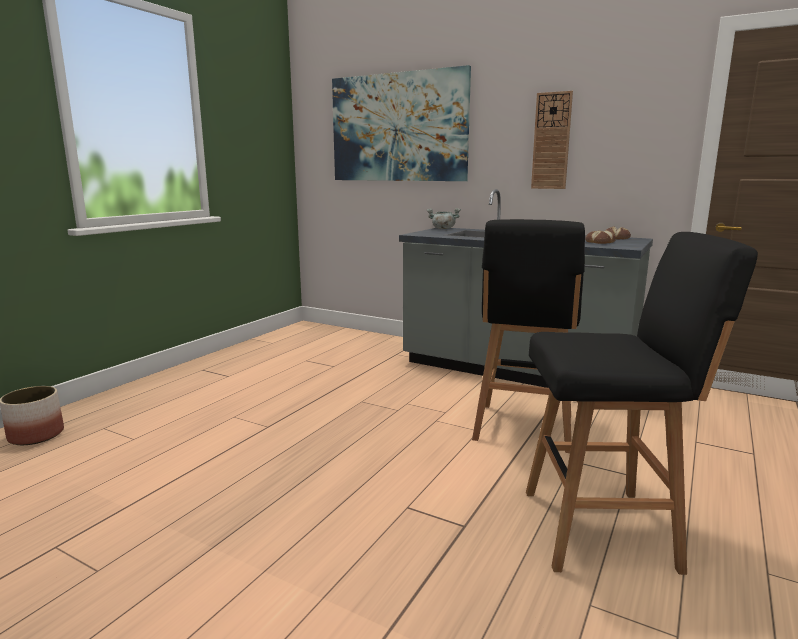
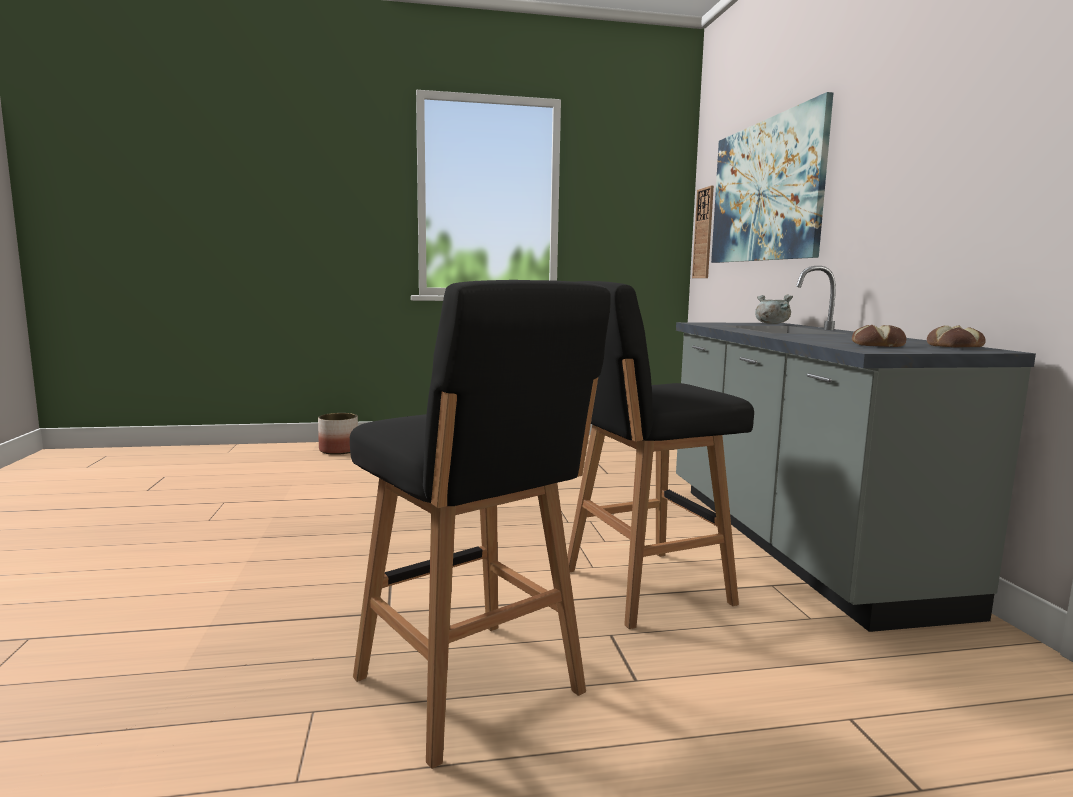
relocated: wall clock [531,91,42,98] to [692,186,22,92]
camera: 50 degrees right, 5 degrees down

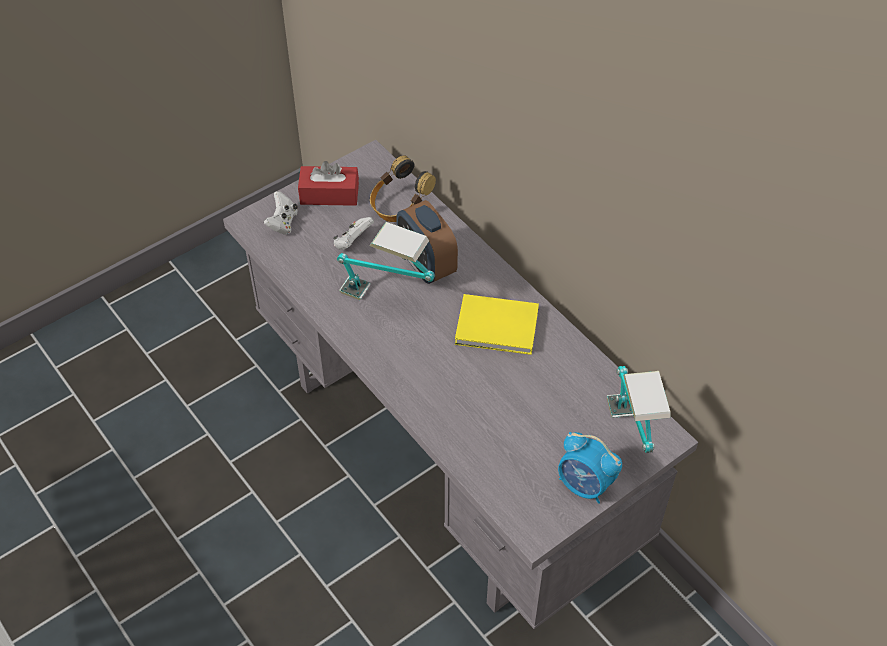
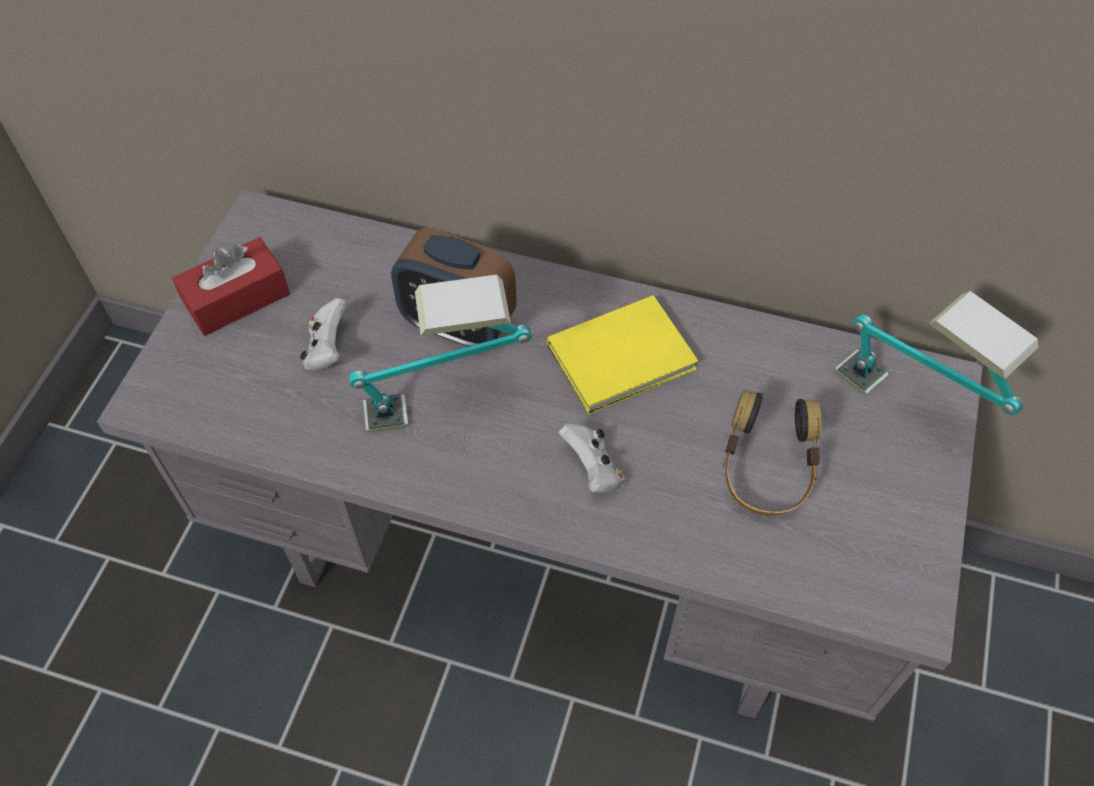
missing: alarm clock [558,432,64,72]
relocated: game controller (white) [264,191,34,44] to [559,423,66,70]; headphones [370,156,66,66] to [723,390,99,125]
camera: 35 degrees left, 5 degrees up

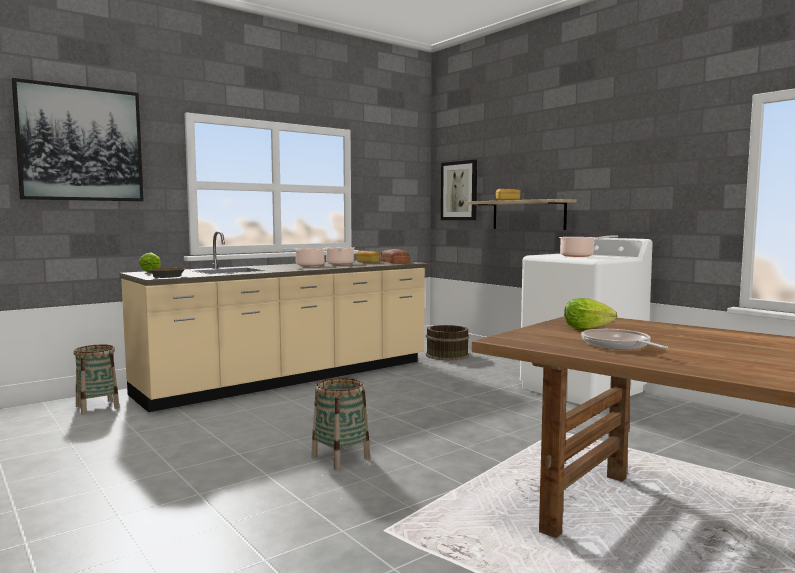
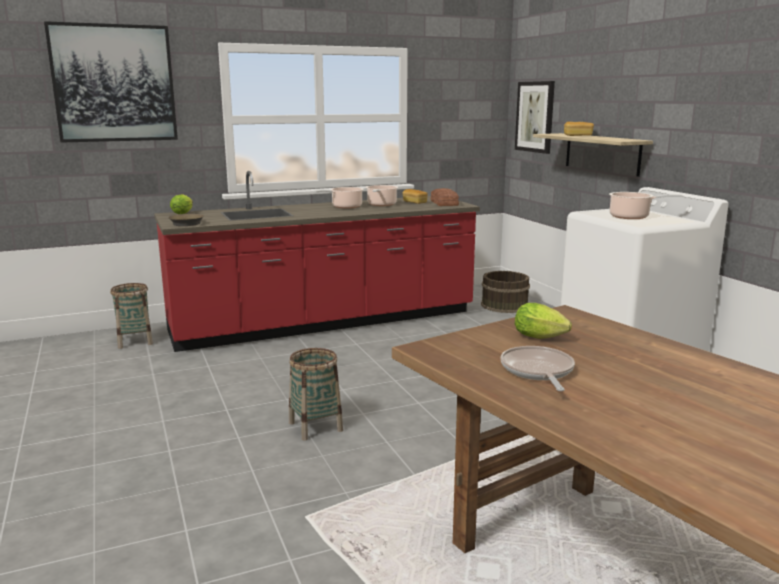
colour: counter (beige) [120,231,309,181] to counter (red) [154,171,326,181]
camera: 15 degrees right, 10 degrees up

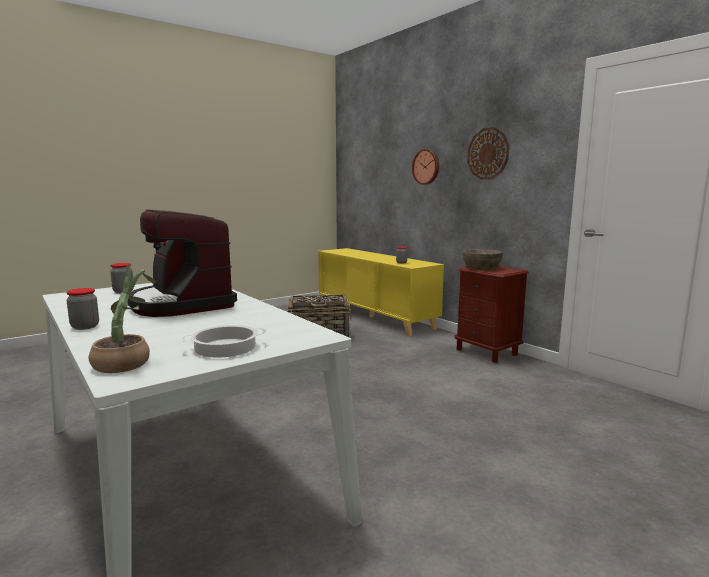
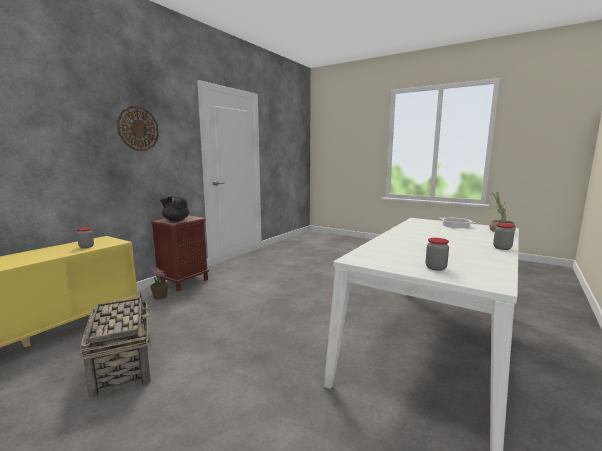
missing: coffee machine [128,209,109,108]; wall clock [412,149,27,36]
appeared: potted plant [150,266,19,33]
exchanged: bowl (brown) [463,249,39,21] to teapot (black) [160,196,29,26]
camera: 110 degrees left, 0 degrees up

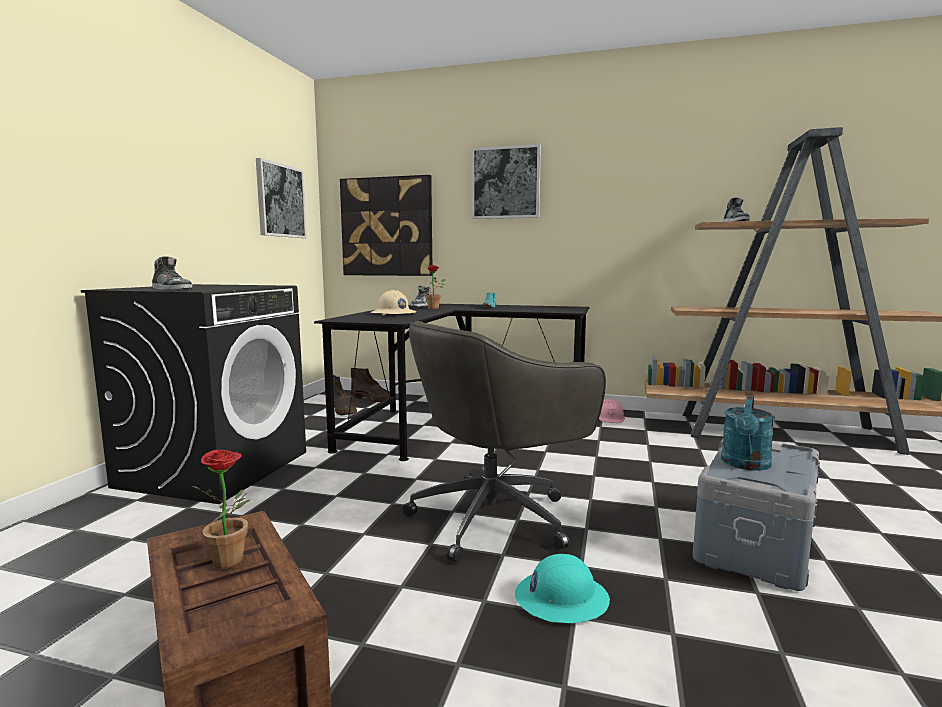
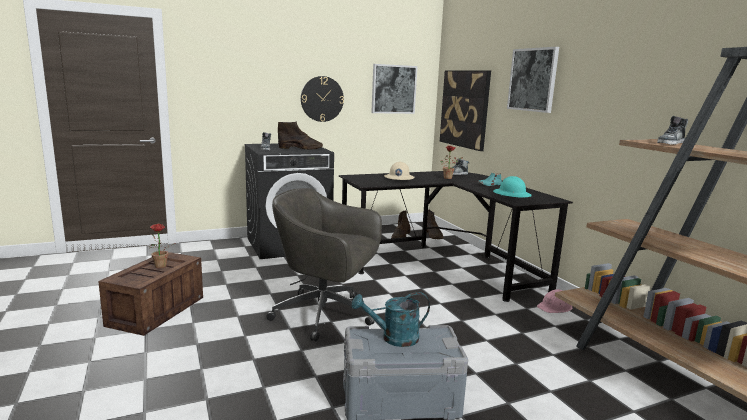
appeared: boot (brown) [278,122,45,28]; wall clock [301,76,43,46]
relocated: hard hat (turquoise) [515,554,95,69] to [493,176,39,22]
camera: 50 degrees right, 5 degrees up

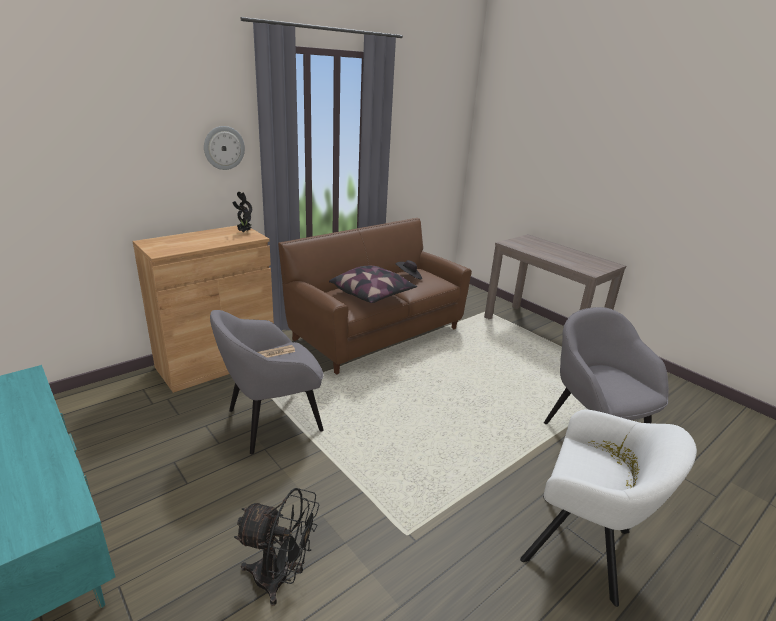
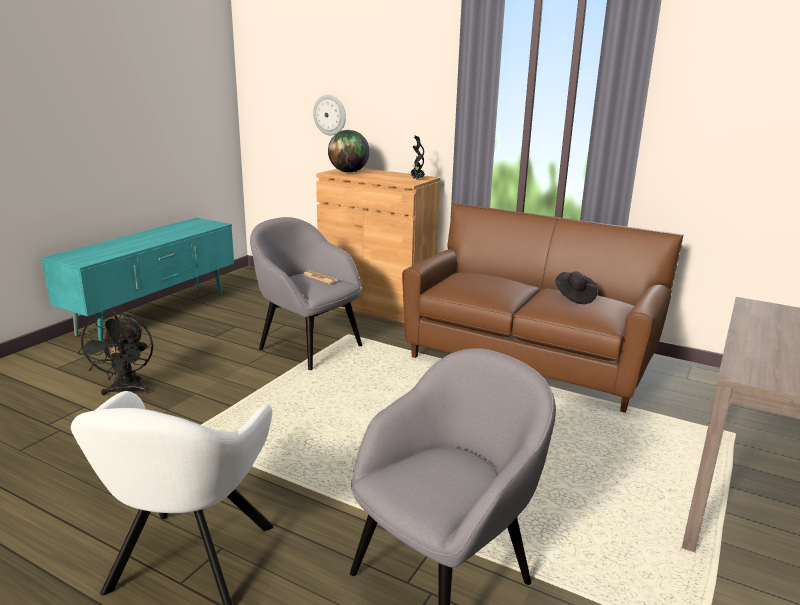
missing: pillow [329,266,88,37]
appeared: globe [328,130,42,43]
relocated: wall clock [204,126,41,44] to [313,95,33,40]
camera: 70 degrees right, 5 degrees down

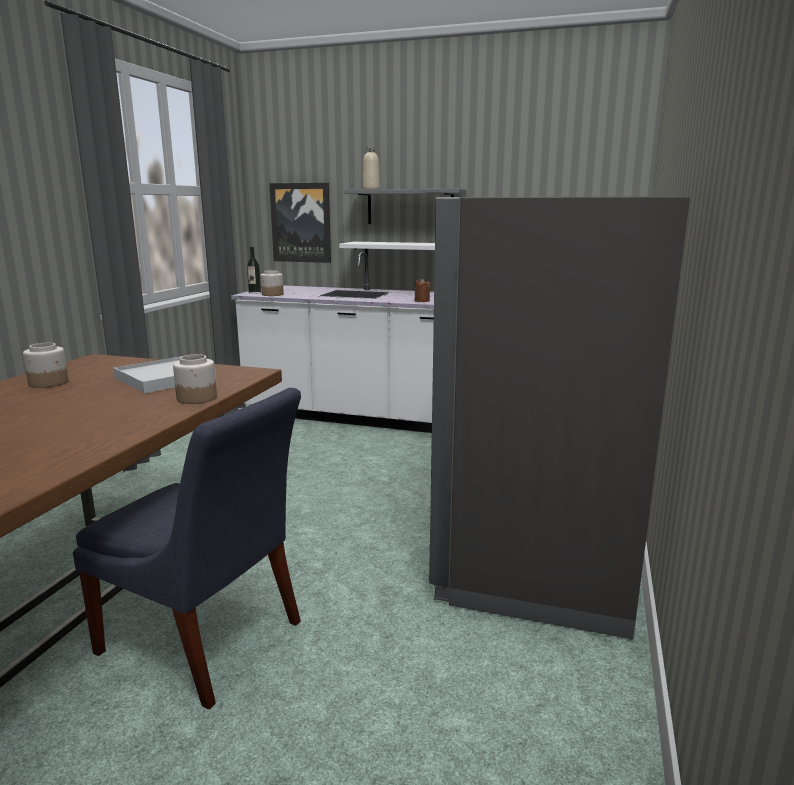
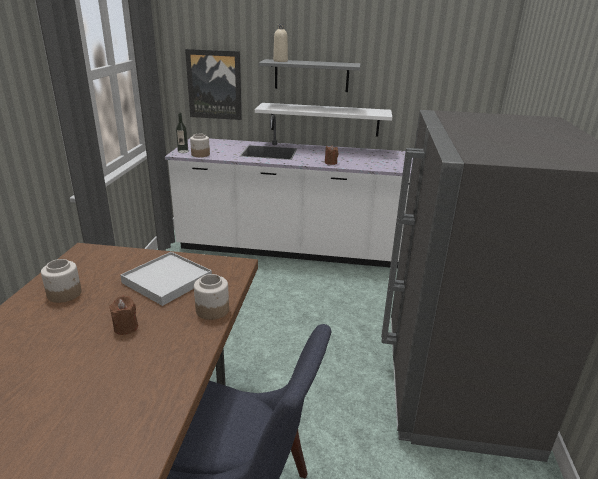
appeared: candle (brown) [109,296,29,39]
camera: 10 degrees left, 10 degrees up

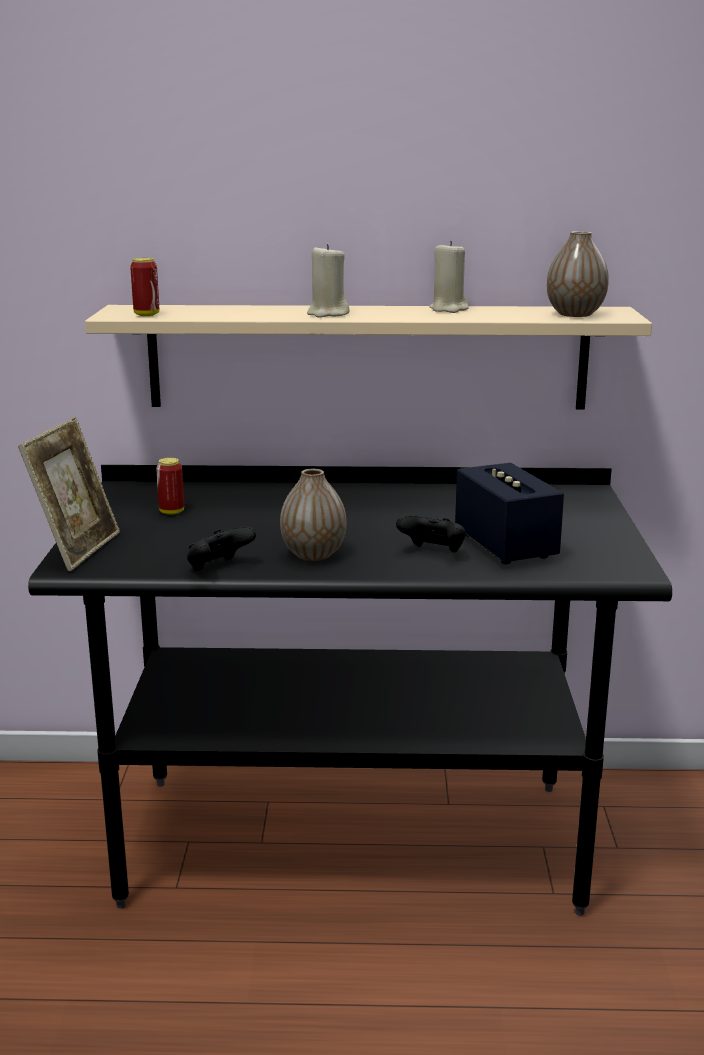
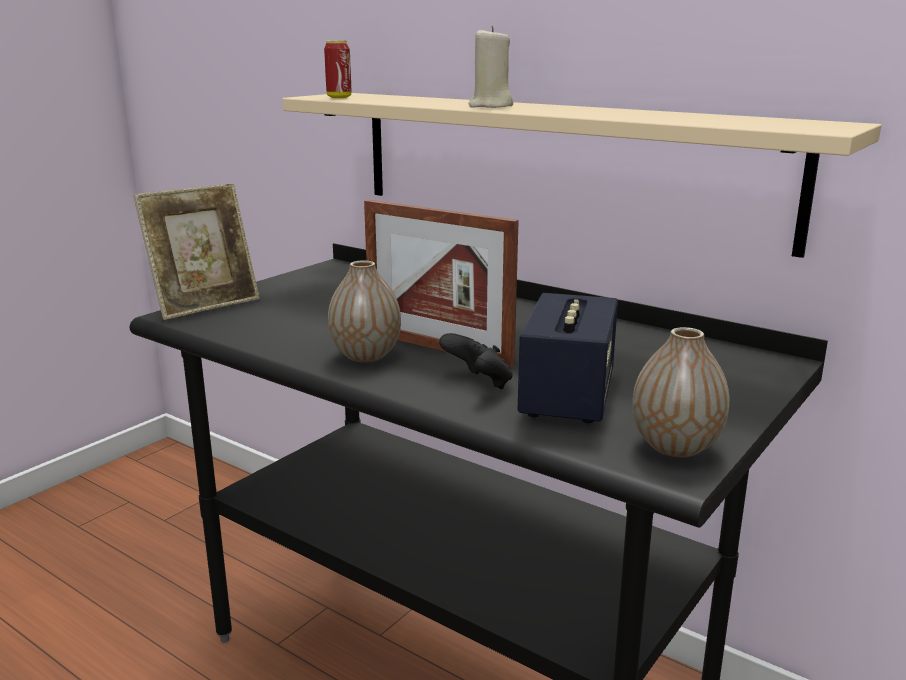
missing: can [156,458,28,57]; game controller (black) [187,527,69,44]; candle (beige) [429,241,39,72]
appeared: picture frame [364,200,155,167]
relocated: vase [547,231,62,86] to [632,327,98,130]
camera: 35 degrees right, 0 degrees up

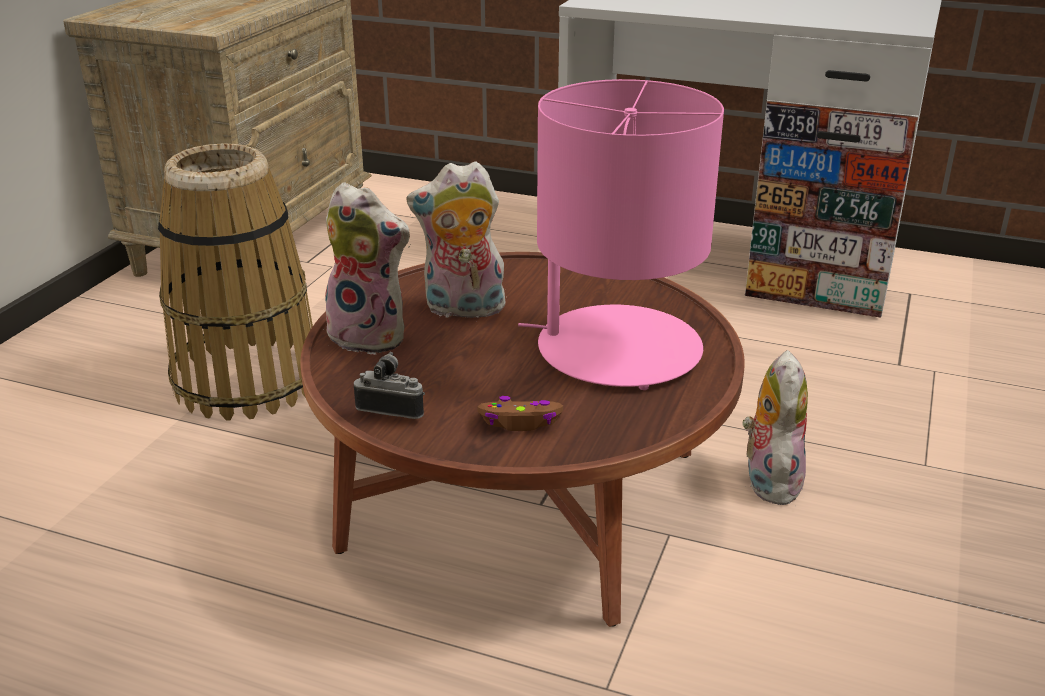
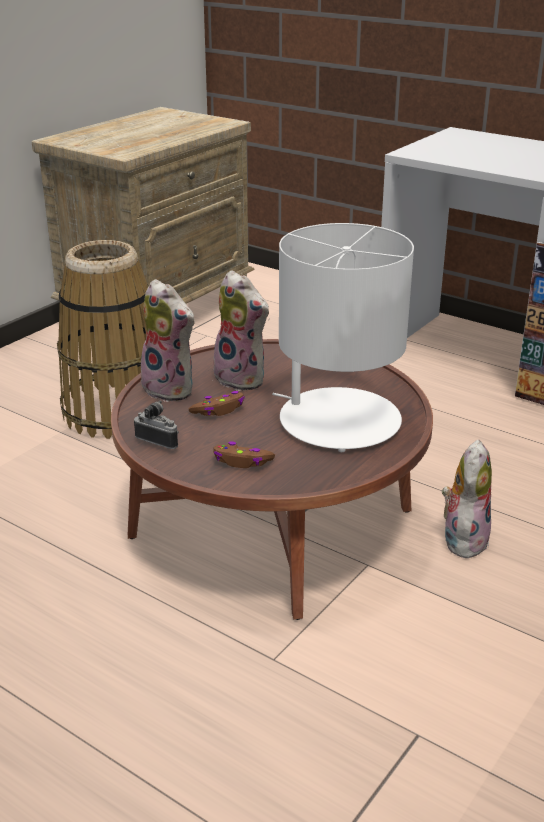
appeared: game controller (brown) [189,391,56,25]
colour: table lamp (pink) [518,79,206,311] to table lamp (white) [272,223,142,229]
spun: plush toy [407,161,101,157] = [210,270,60,121] 150 degrees counterclockwise
camera: 15 degrees right, 0 degrees up

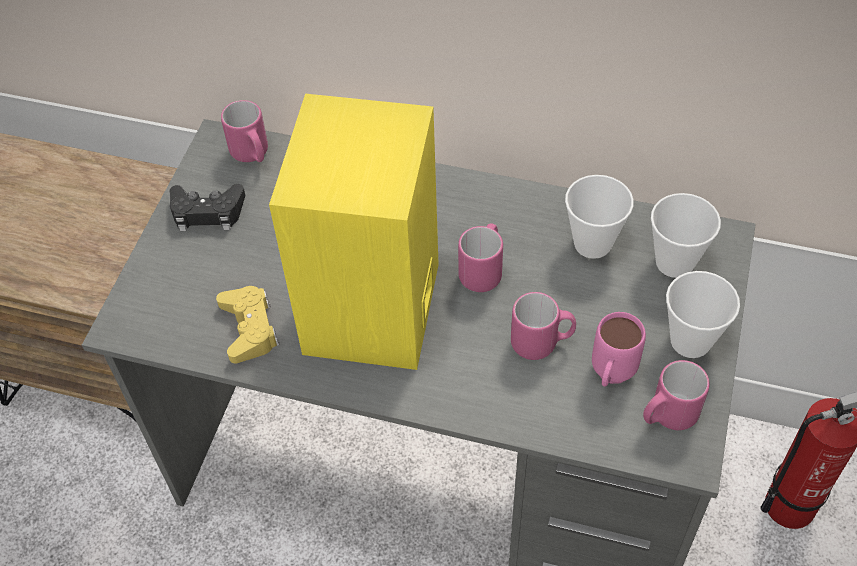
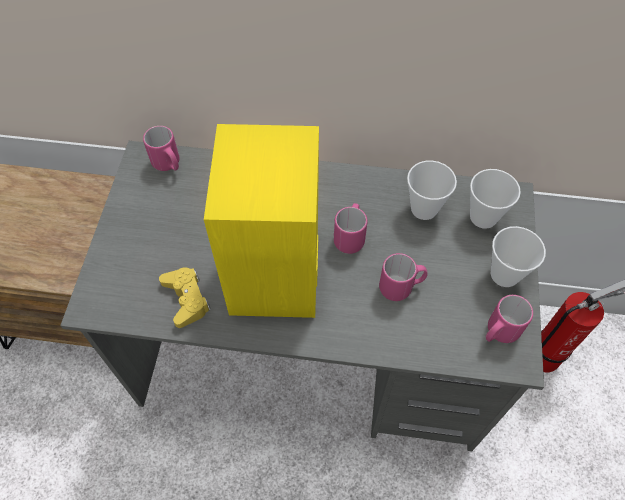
missing: game controller (black) [170,184,75,47]; mug (pink) [592,312,54,74]
camera: 10 degrees left, 5 degrees up

